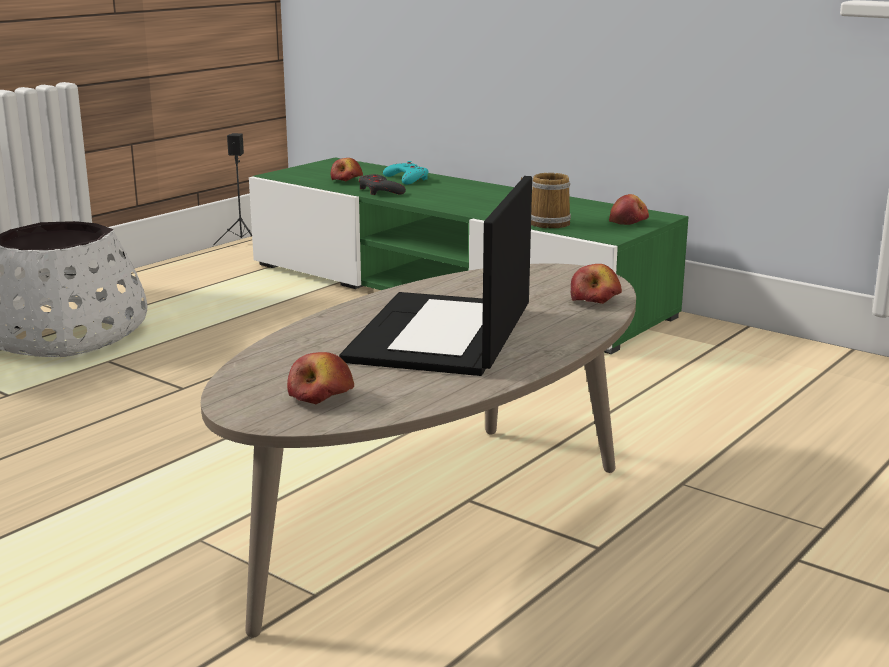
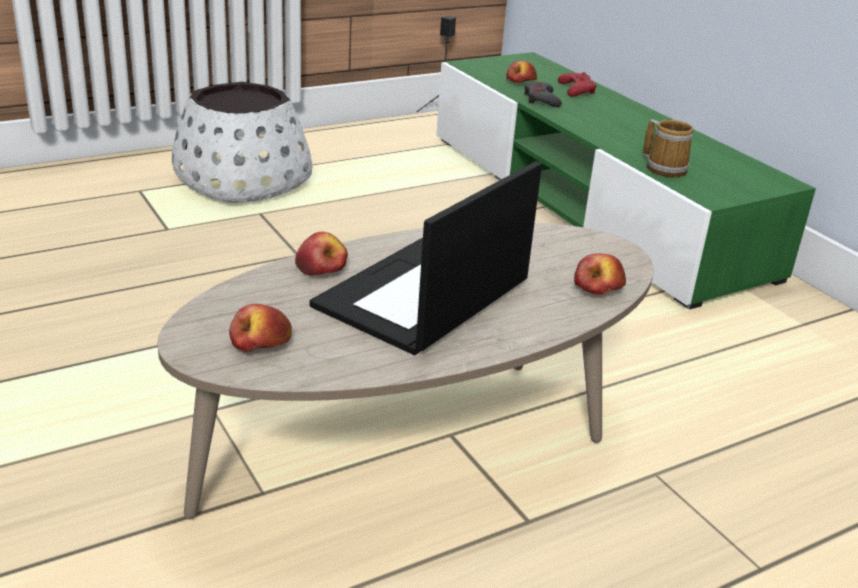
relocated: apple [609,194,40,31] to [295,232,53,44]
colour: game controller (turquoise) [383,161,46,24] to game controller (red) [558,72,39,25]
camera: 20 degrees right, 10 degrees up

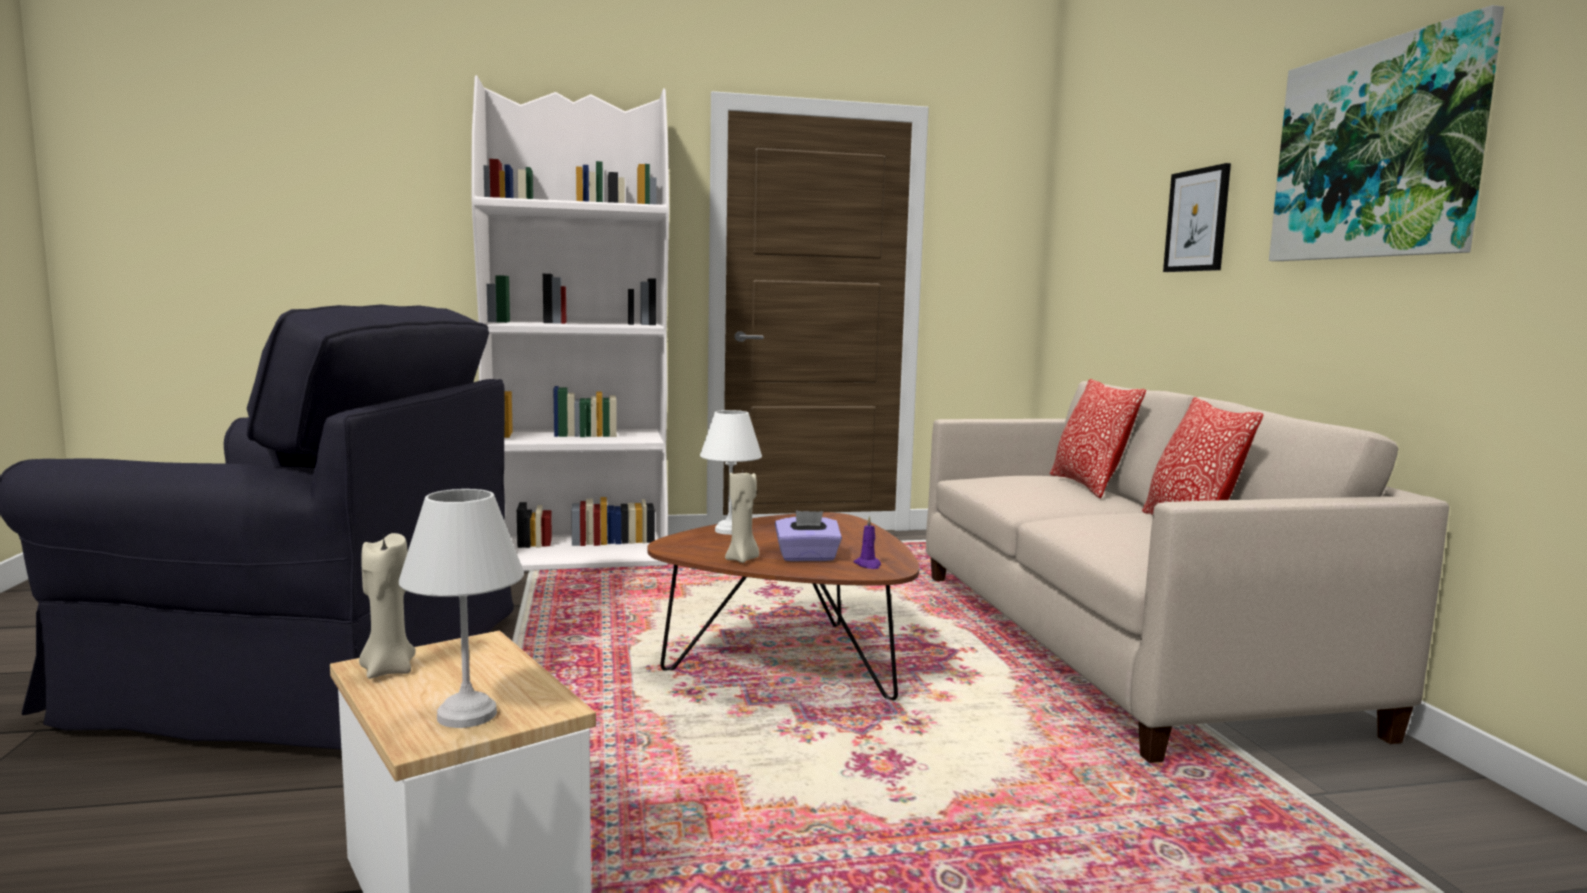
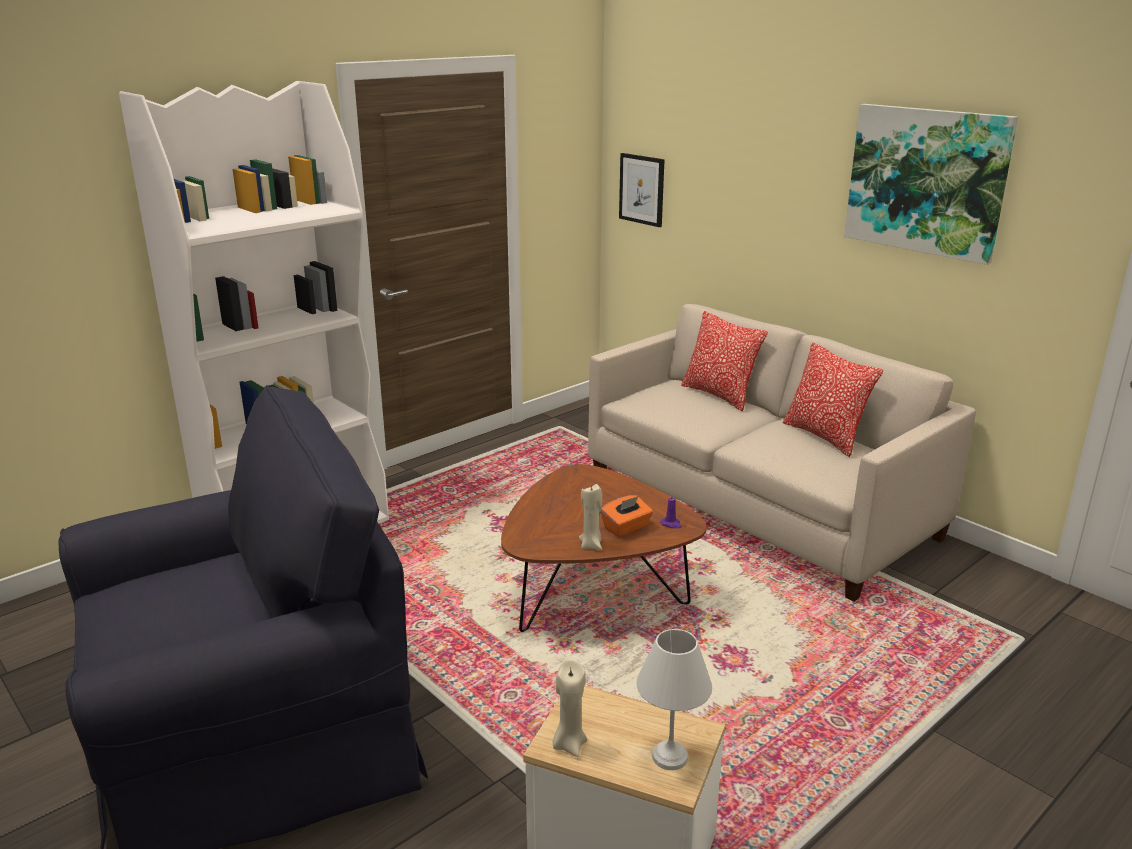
missing: table lamp (white) [700,410,62,125]
relocated: picture [1163,163,68,109] to [619,153,46,74]
colour: tissue box (purple) [775,511,67,50] to tissue box (orange) [601,495,52,42]
camera: 30 degrees left, 15 degrees up

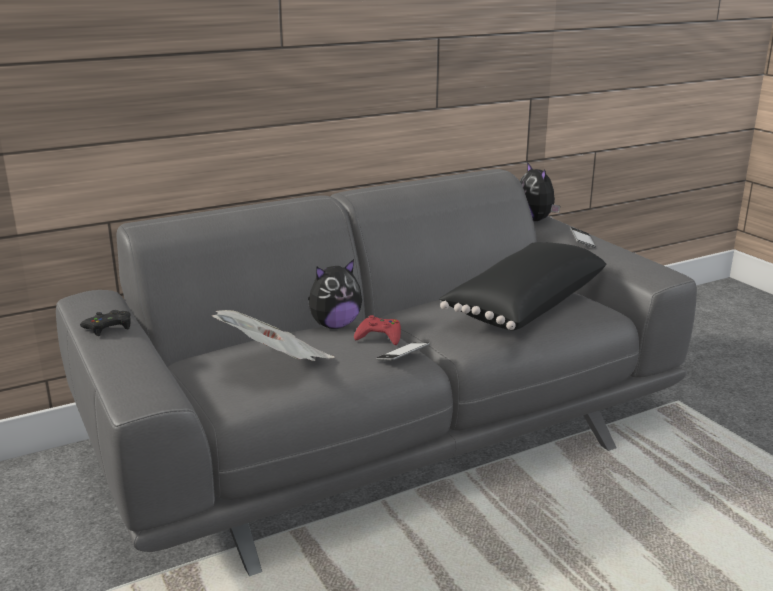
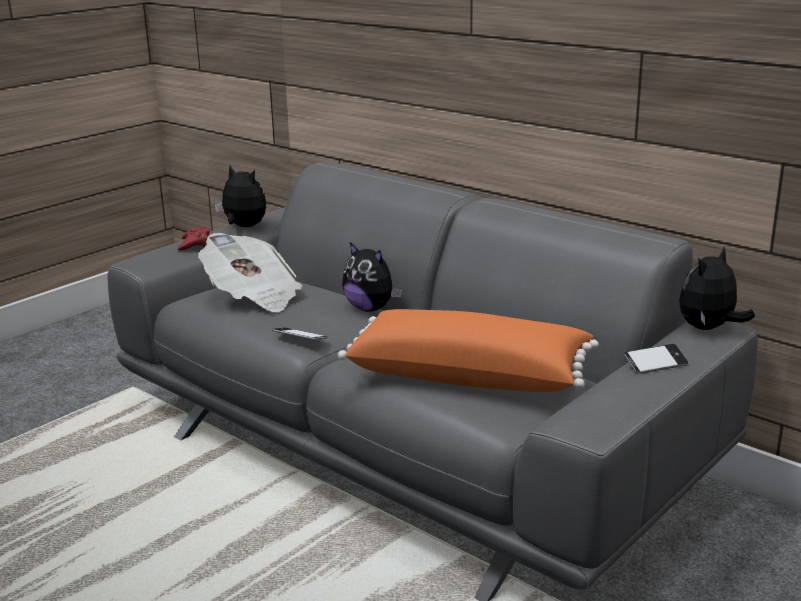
relocated: game controller (red) [354,315,47,30] to [177,226,33,25]
exchanged: game controller (black) [80,310,51,26] to plush toy [215,166,51,61]
colour: pillow (black) [439,242,168,89] to pillow (orange) [338,309,261,83]
camera: 70 degrees right, 0 degrees up

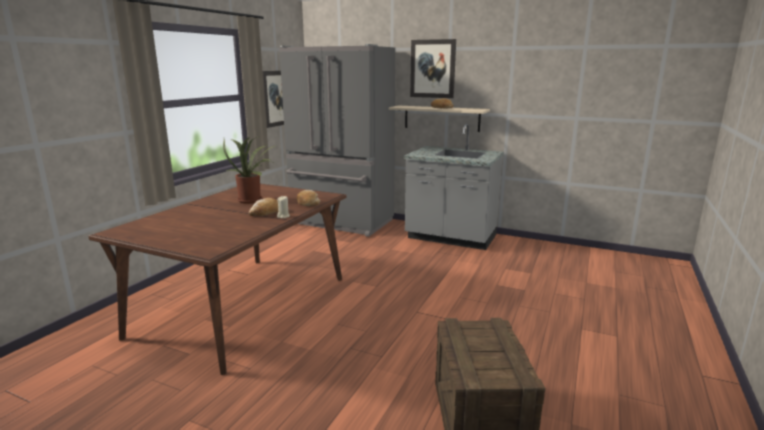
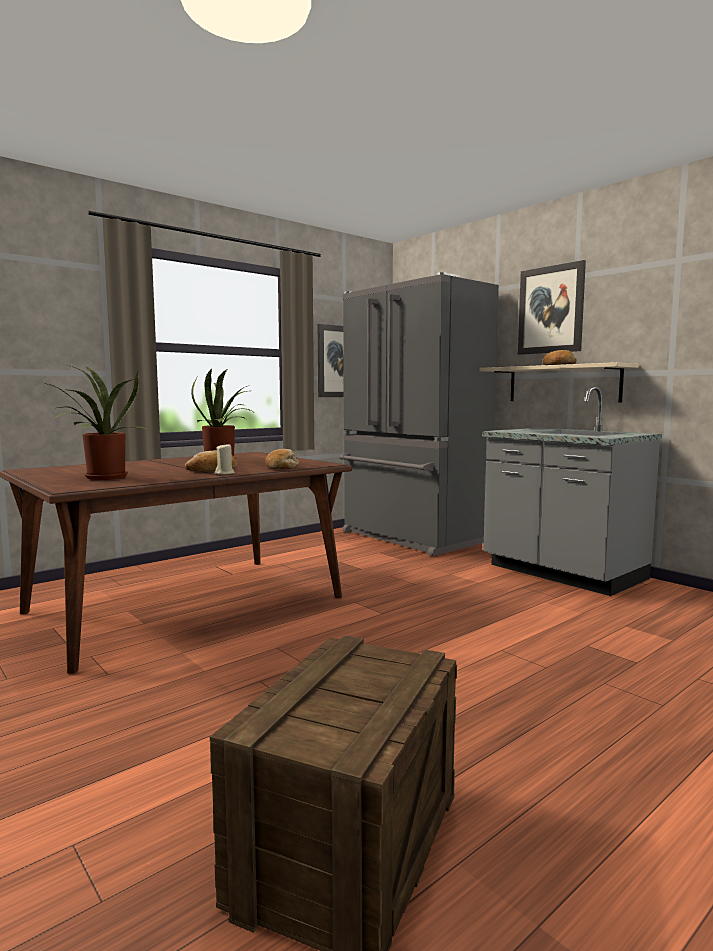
appeared: potted plant [48,365,100,115]
camera: 25 degrees right, 10 degrees down

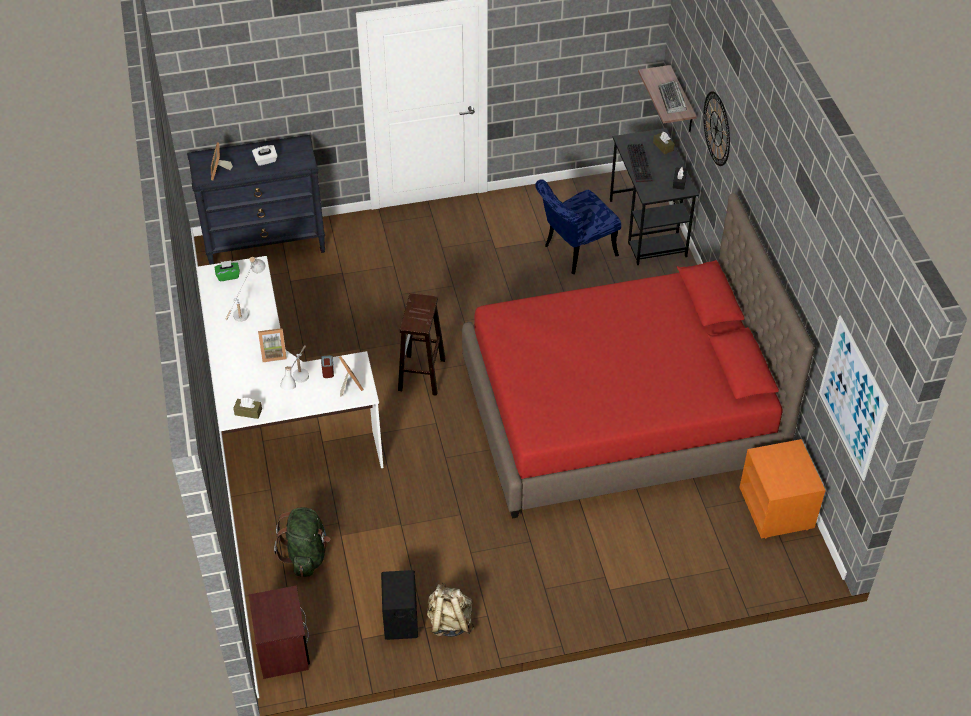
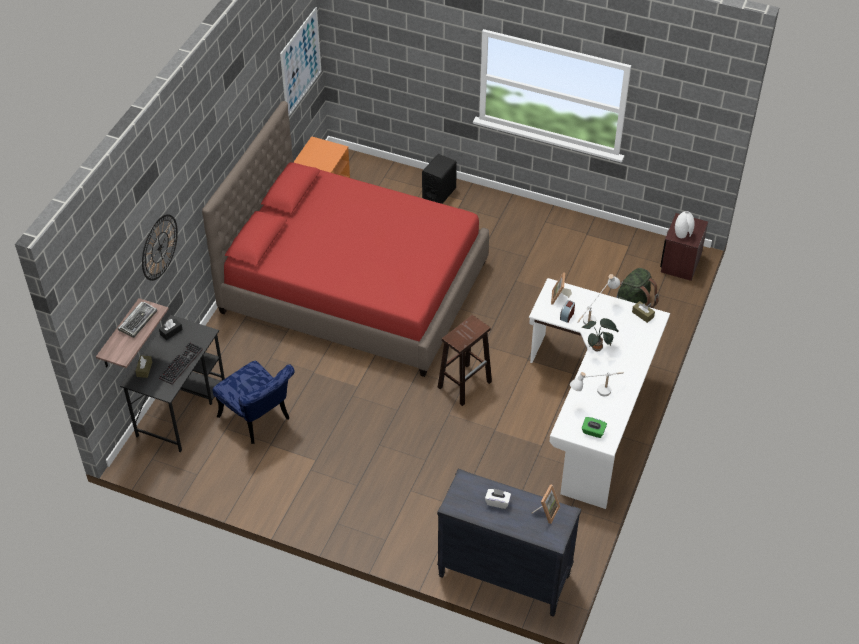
missing: backpack (beige) [427,583,47,54]
appeared: vase (white) [675,211,20,27]
relocated: speaker (black) [381,570,37,70] to [422,154,35,50]
exchanged: picture frame [258,328,29,34] to potted plant [582,318,37,34]
spun: chair (blue) [535,179,86,95] = [213,361,82,83] 45 degrees clockwise
camera: 145 degrees left, 0 degrees up

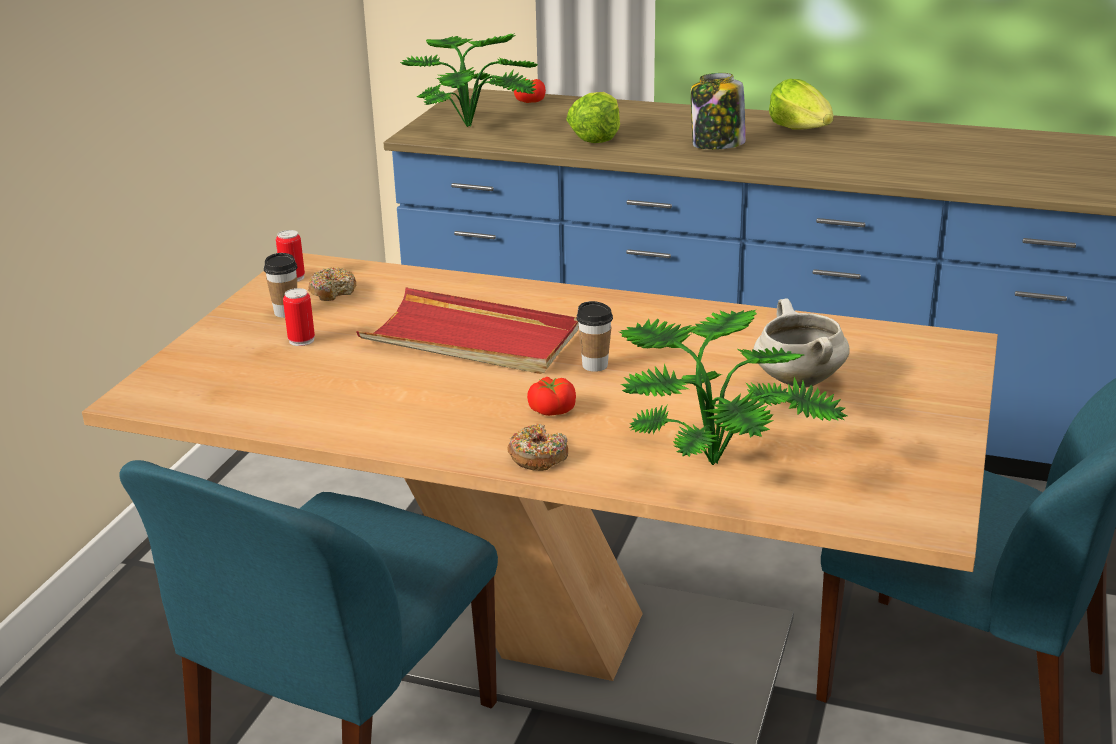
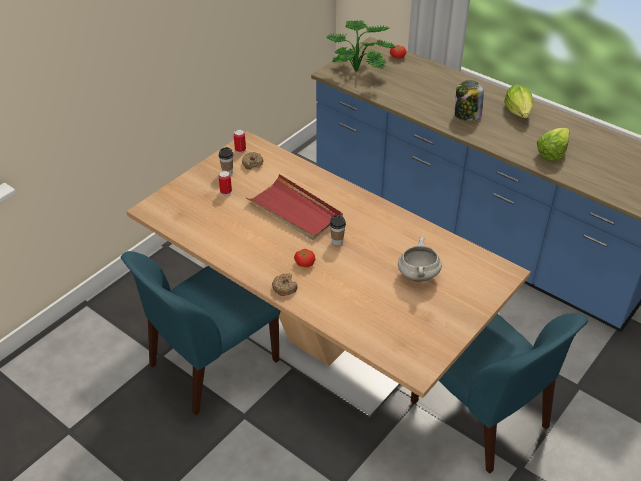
missing: potted plant [620,310,227,155]
relocated: lettuce [566,92,54,51] to [537,128,33,33]
camera: 20 degrees right, 15 degrees up

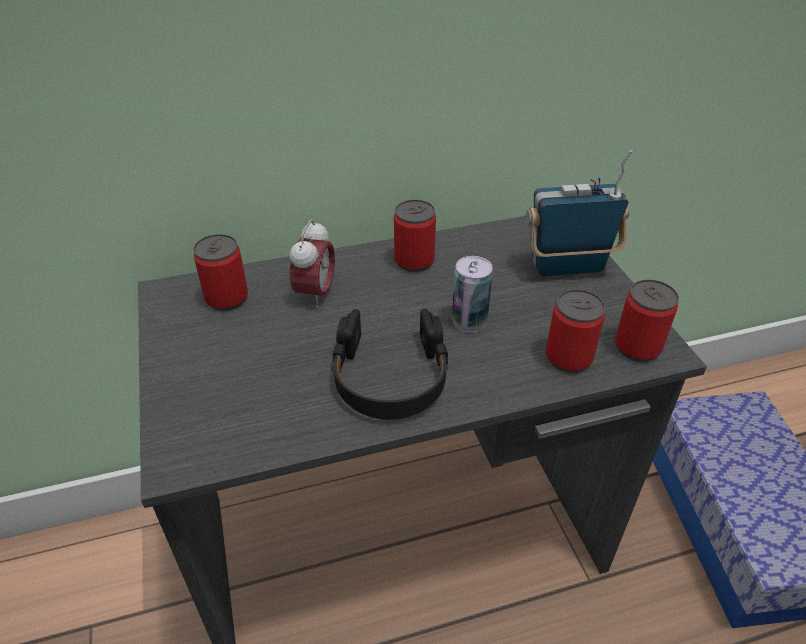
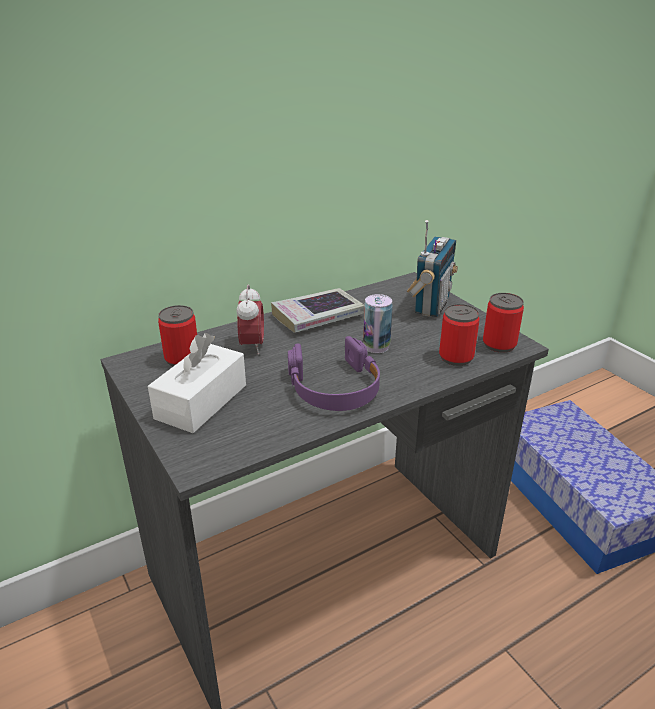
appeared: tissue box (white) [148,333,98,100]
exchanged: can [394,200,42,72] to book [271,288,93,45]
colour: headphones (black) [331,309,117,111] to headphones (purple) [288,336,92,75]
spun: radio [526,150,107,126] = [407,220,51,97] 135 degrees clockwise
camera: 15 degrees left, 10 degrees down

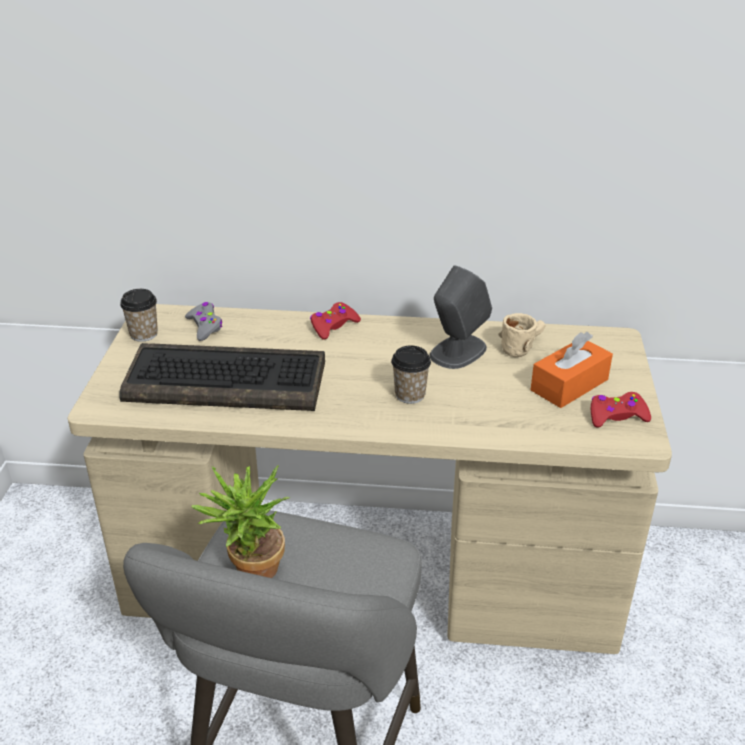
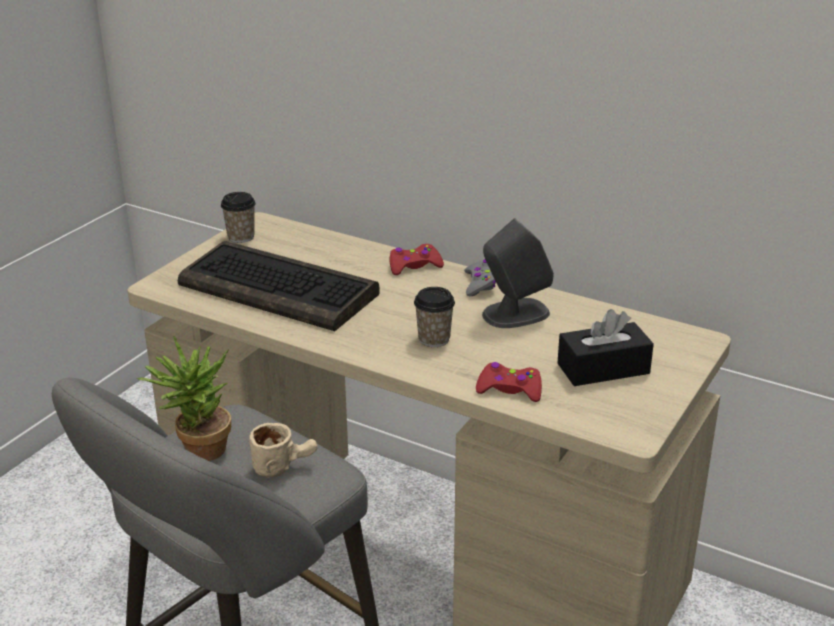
relocated: game controller (grey) [185,302,37,39] to [464,259,32,37]; mug (beige) [499,313,47,44] to [249,423,69,54]; game controller (red) [591,392,60,36] to [476,362,66,40]
colour: tissue box (orange) [531,332,82,76] to tissue box (black) [557,309,97,77]
camera: 25 degrees right, 5 degrees down

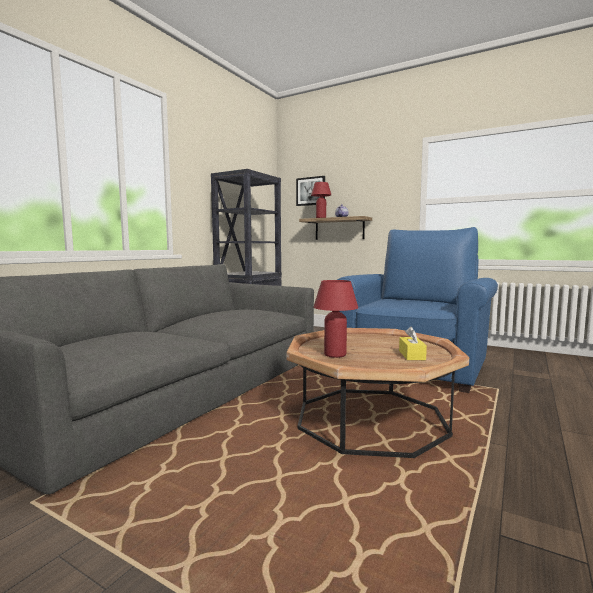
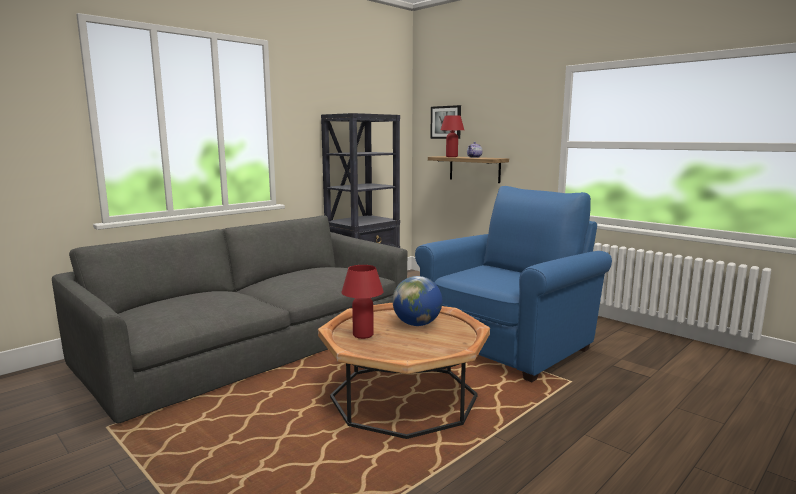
missing: tissue box (yellow) [399,327,28,33]
appeared: globe [392,276,50,50]
camera: 15 degrees right, 5 degrees up

